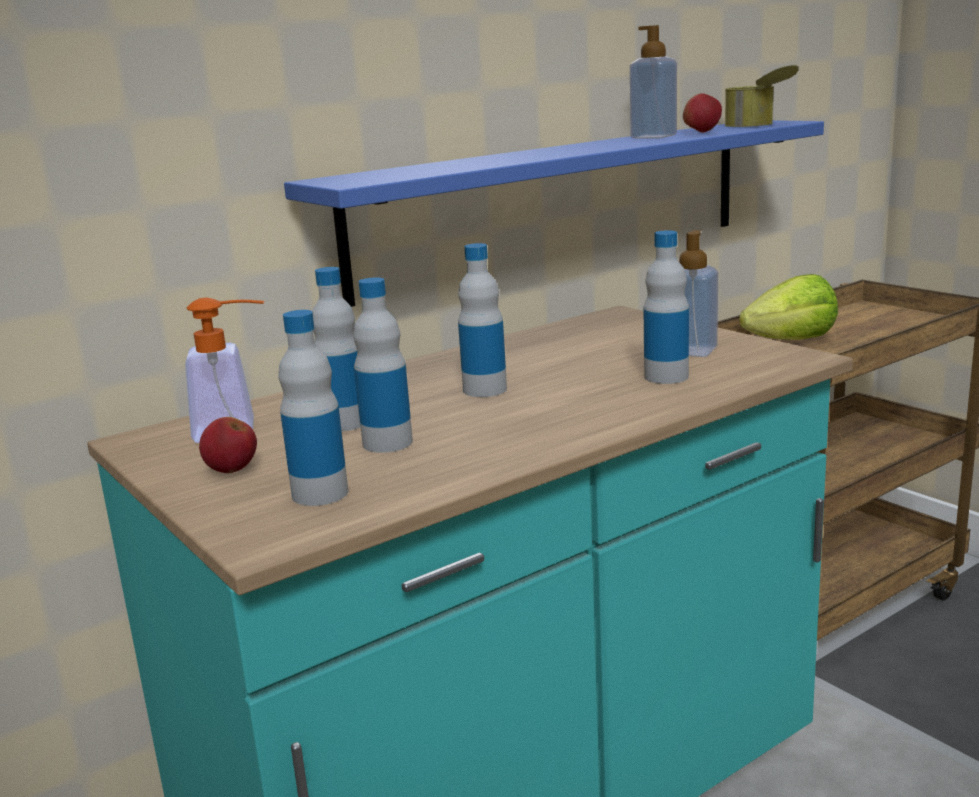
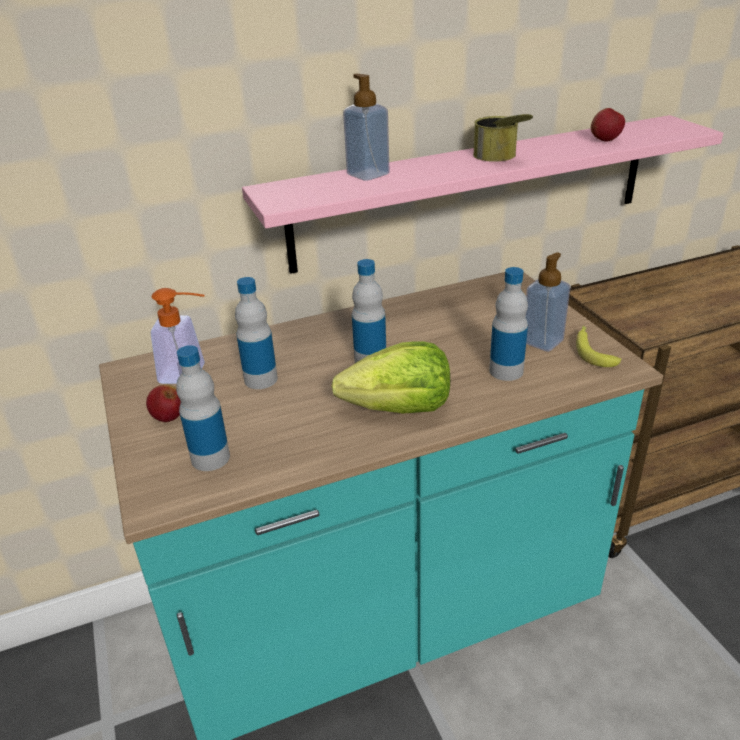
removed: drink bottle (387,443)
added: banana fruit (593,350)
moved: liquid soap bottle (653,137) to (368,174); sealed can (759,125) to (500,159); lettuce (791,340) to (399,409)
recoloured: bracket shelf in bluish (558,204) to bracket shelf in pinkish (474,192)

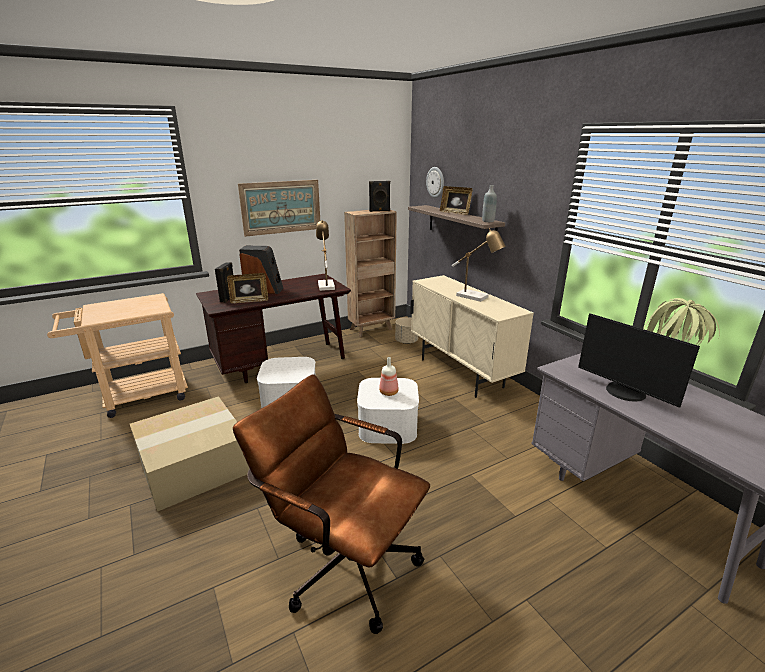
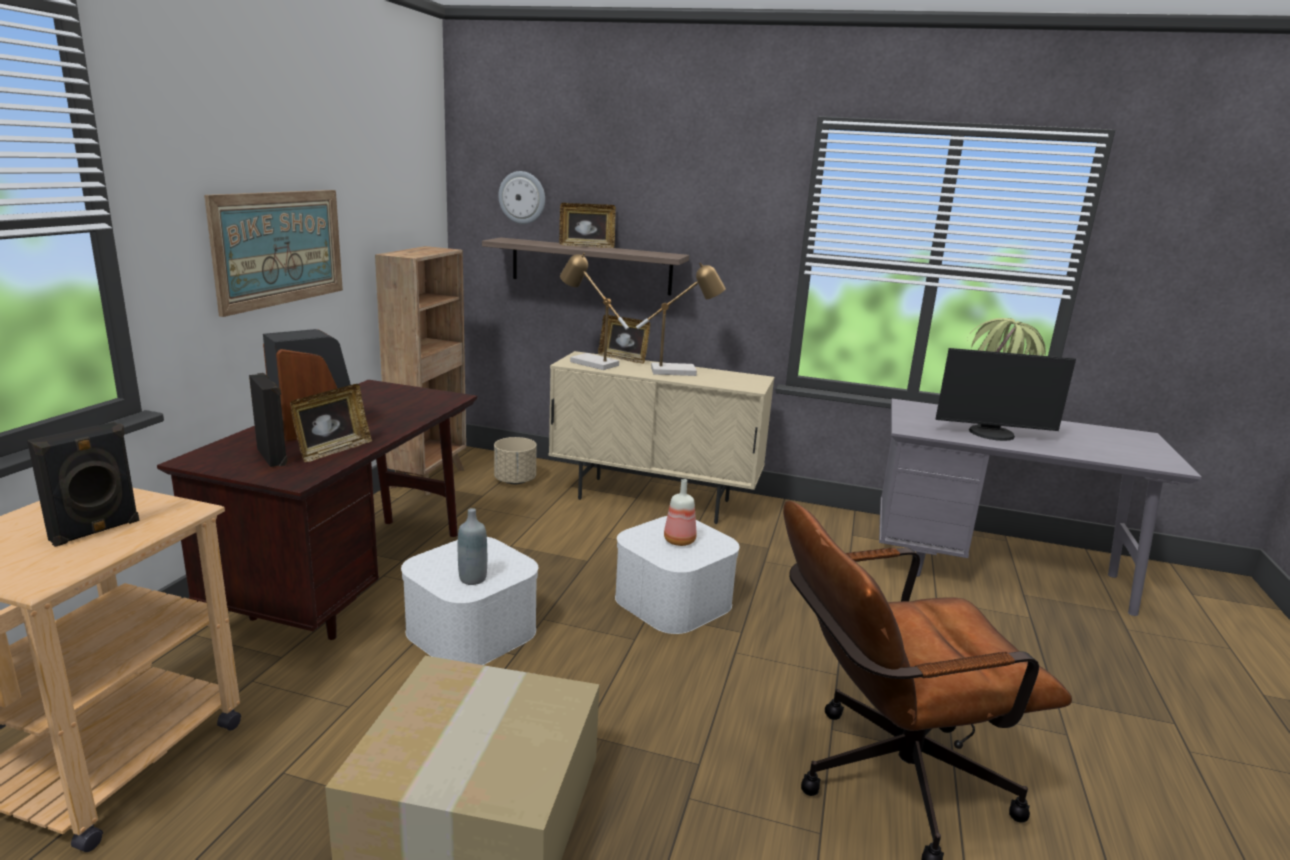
added: photo frame (623,358)
moved: speaker in black (379,211) to (96,531); drink bottle in gray (488,221) to (472,579); table lamp (325,285) to (588,362)

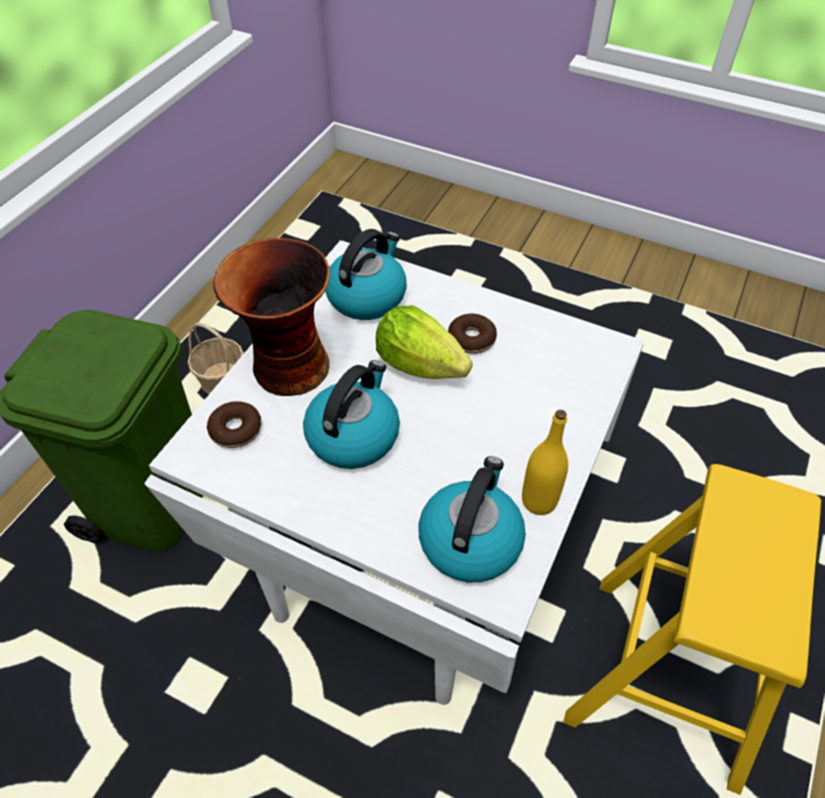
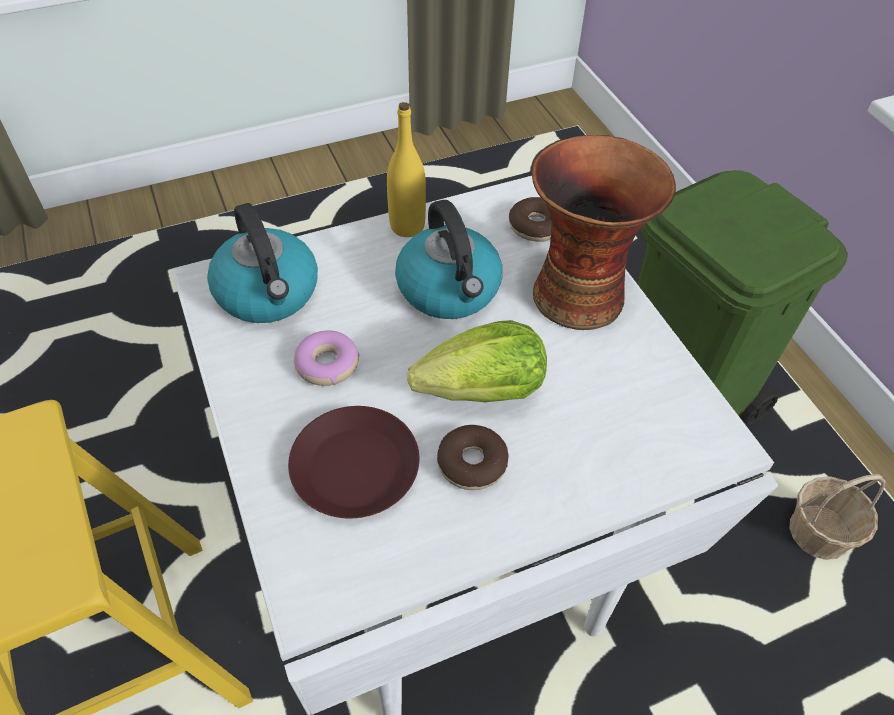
removed: kettle (367,296)
added: doughnut (327,364); flat dish in brownish (356,467)
moved: drink bottle in yellow (539,501) to (407,226)

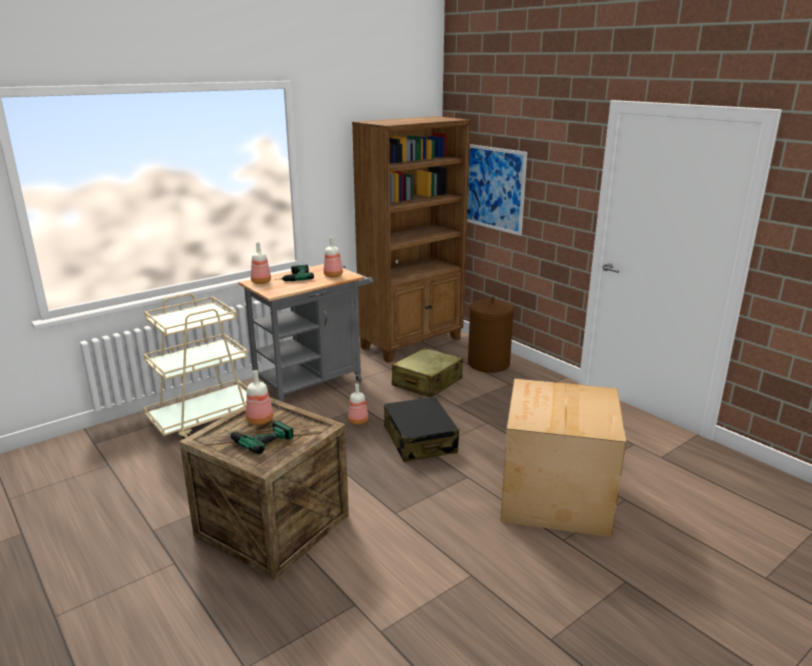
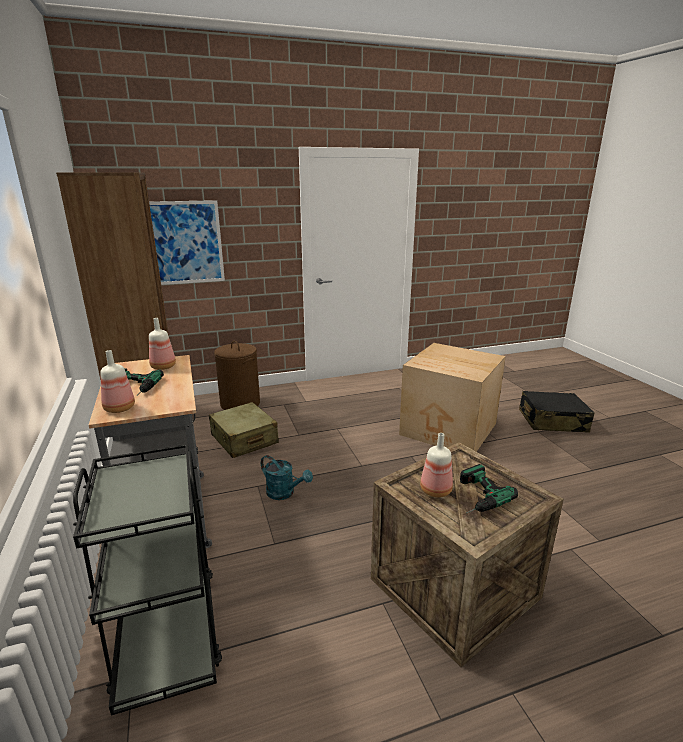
moved: travel case in black (420,440) to (552,421)
replaced: drink bottle (358,421) to watering pot in blue-green (284,493)
recoloured: trolley in sand-coloured (205,418) to trolley in black (168,634)

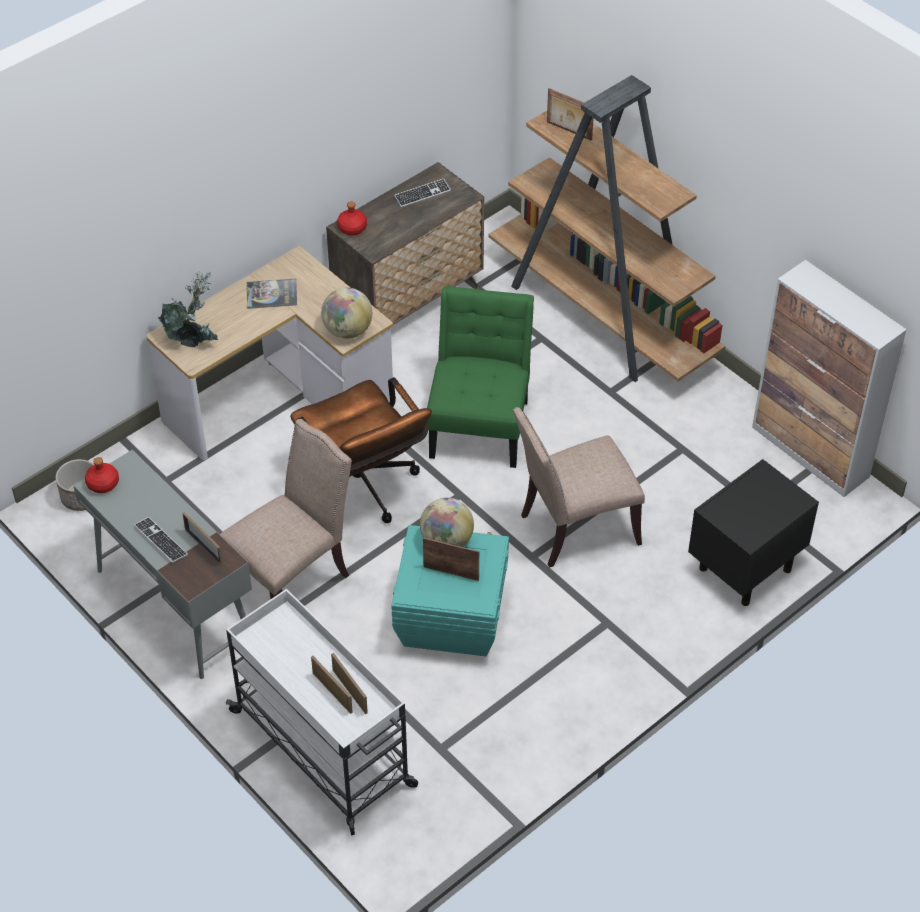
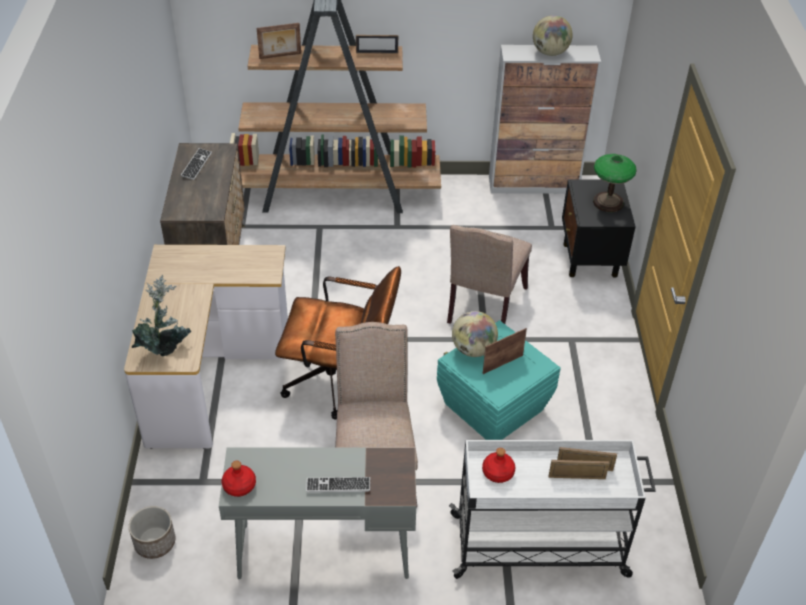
removed: bound book (271,294); chair in greenish (480,423)
added: table lamp (608,202)
moved: drink bottle in red (352,228) to (497,473); globe (347,330) to (550,53); photo frame (204,547) to (377,52)

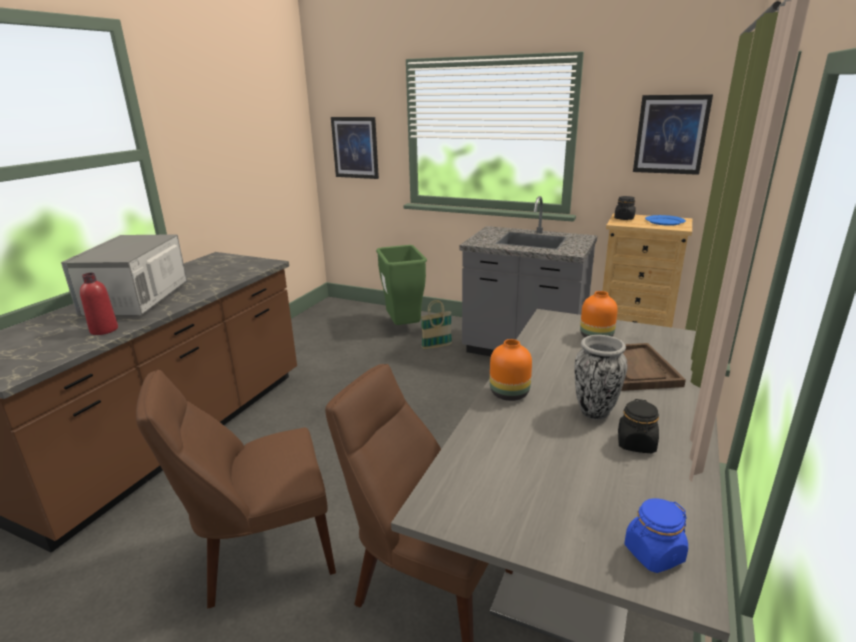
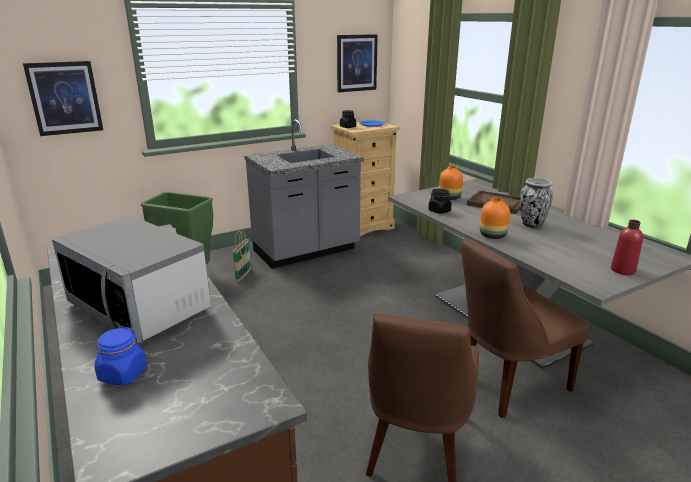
moved: drink bottle in red (104,330) to (623,270); jar in black (636,443) to (439,211); jar in bluish (653,553) to (123,374)

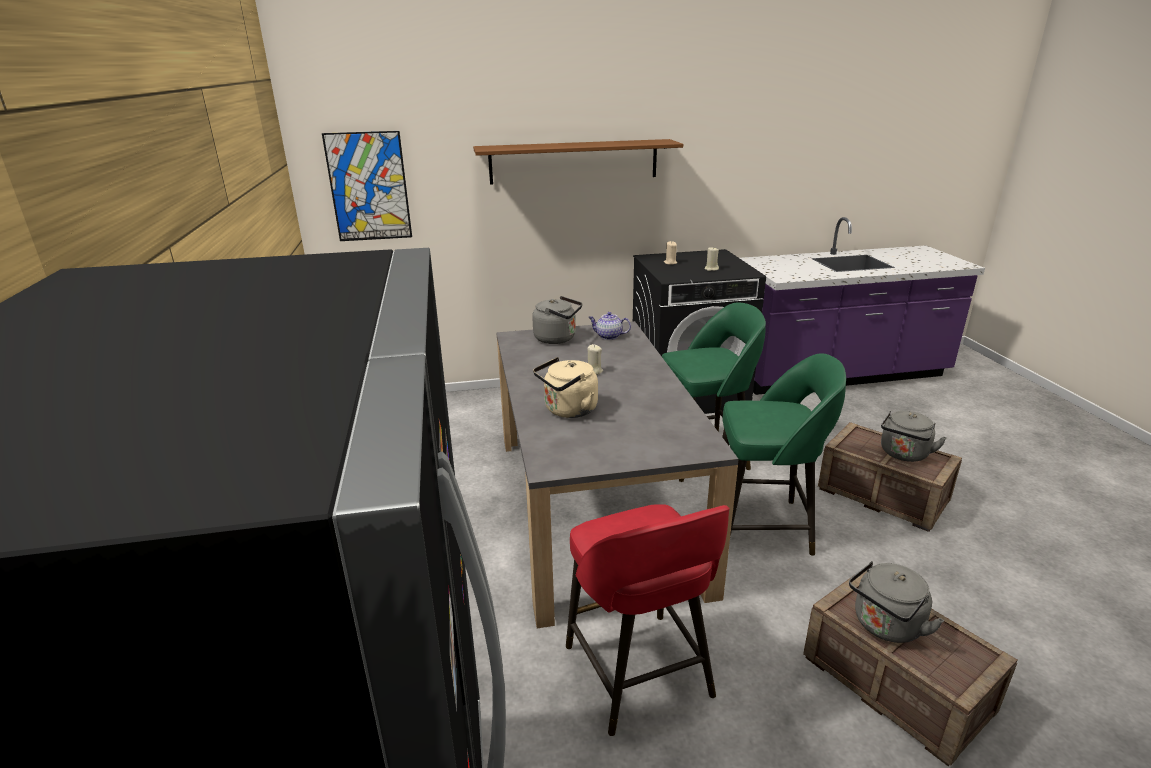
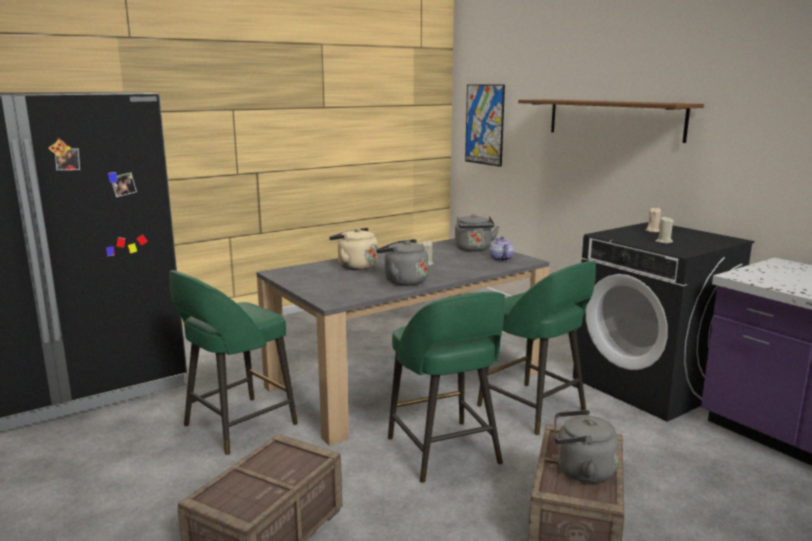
moved: kettle in gray (885,626) to (403,281)
recoloured: sitting stool in red (639,674) to sitting stool in greenish (237,426)

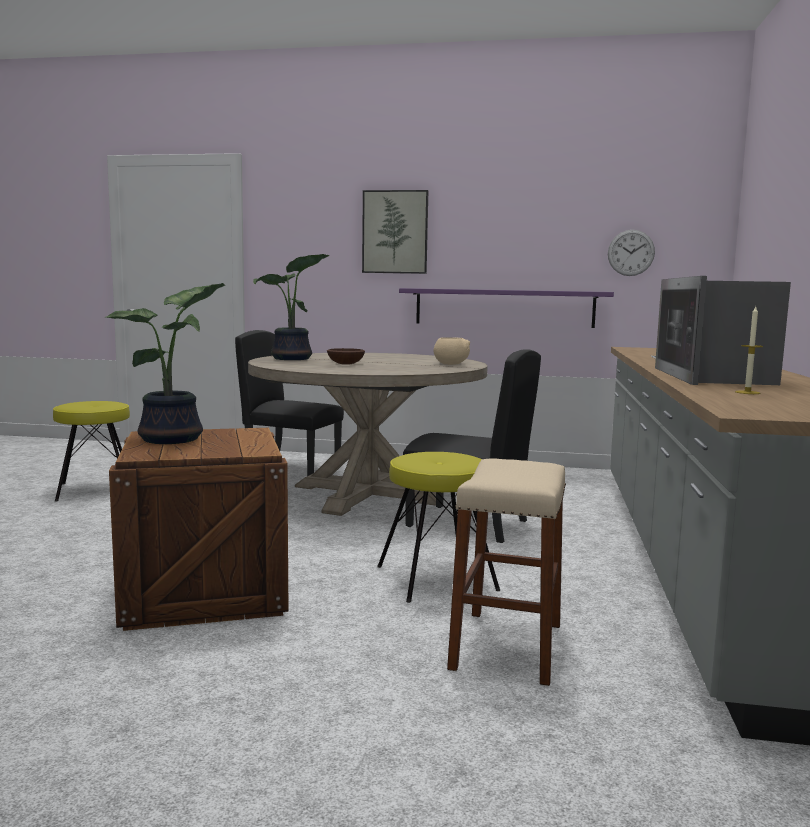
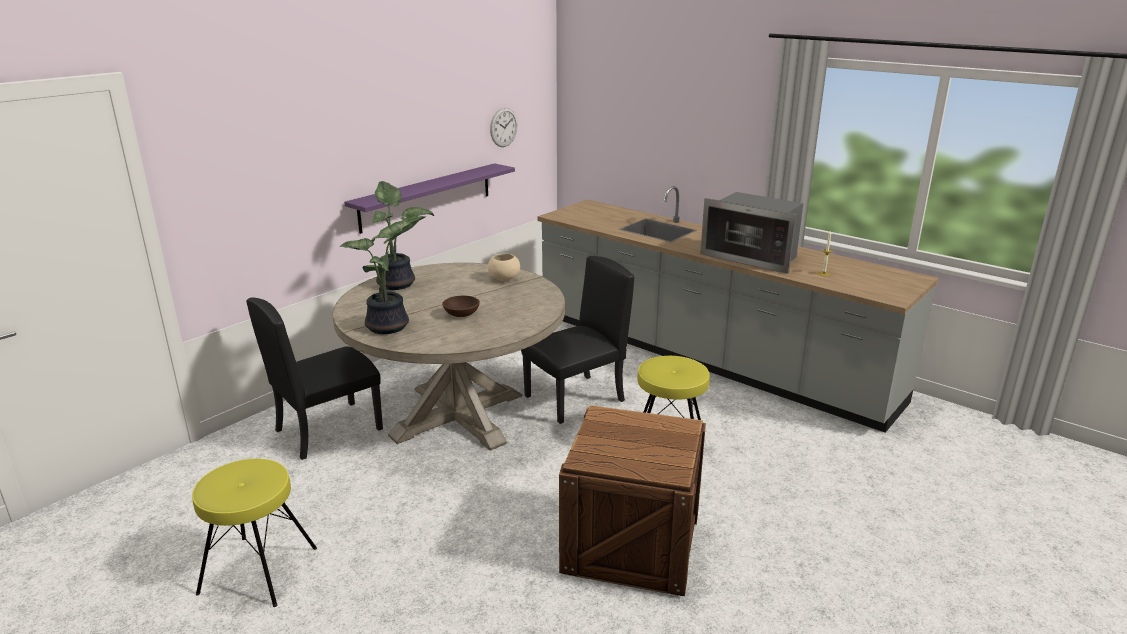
removed: wall picture (395,232); sitting stool in sand-coloured (507,646)
moved: potted plant (175,439) to (397,283)

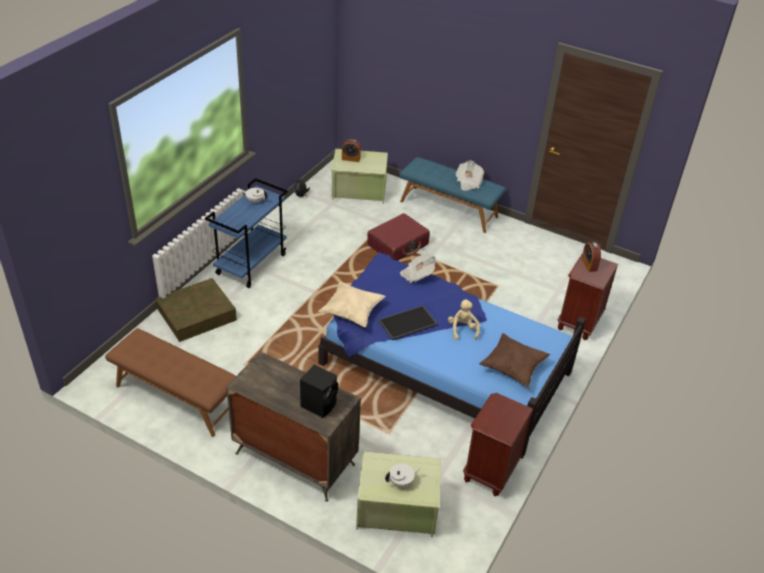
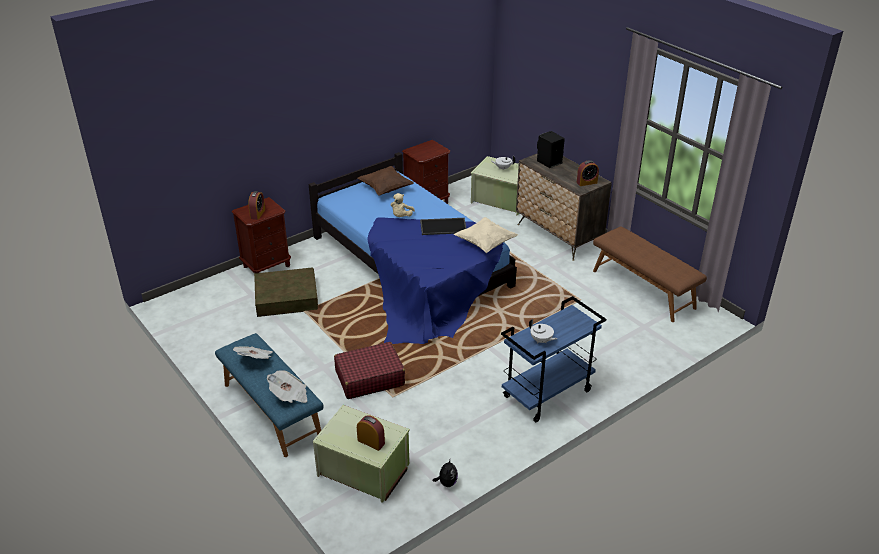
added: bedside clock (586,182)
moved: daily paper (417,275) to (289,395); storage box in brownish (197,314) to (286,297)

